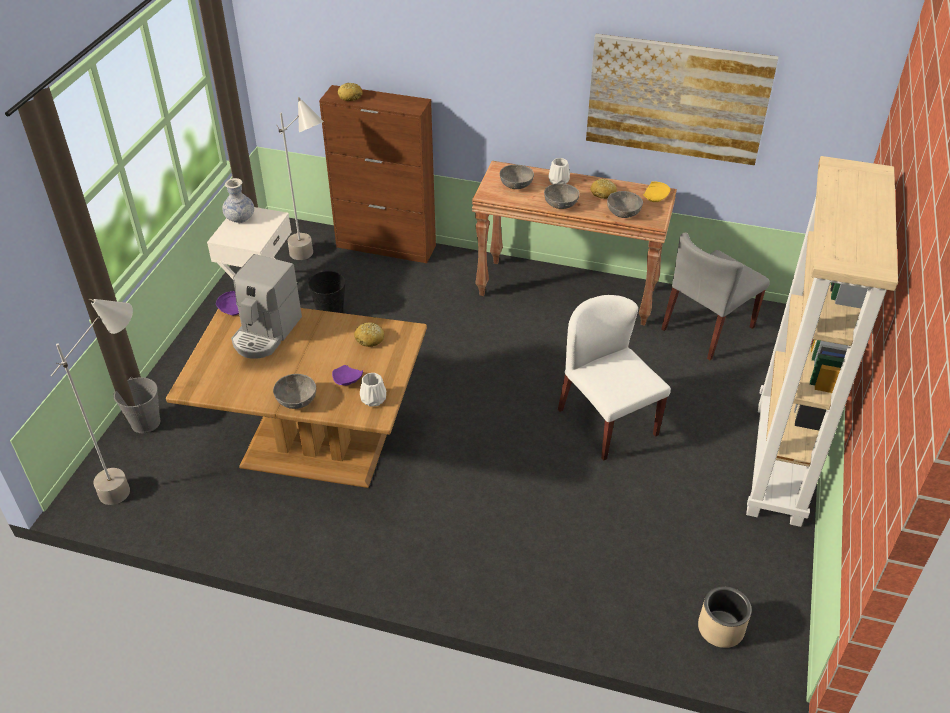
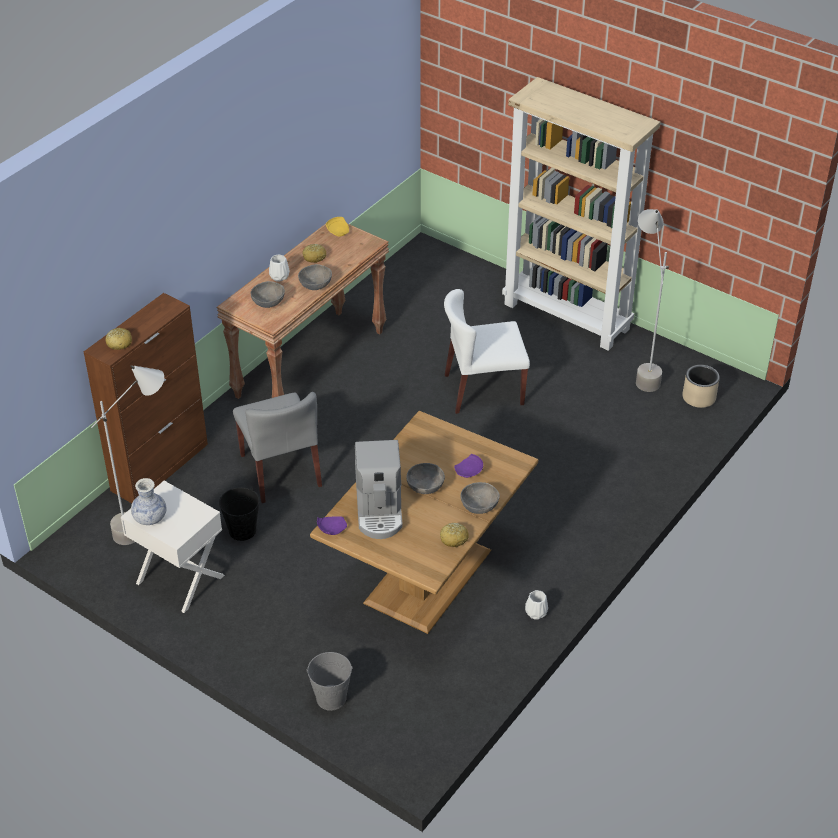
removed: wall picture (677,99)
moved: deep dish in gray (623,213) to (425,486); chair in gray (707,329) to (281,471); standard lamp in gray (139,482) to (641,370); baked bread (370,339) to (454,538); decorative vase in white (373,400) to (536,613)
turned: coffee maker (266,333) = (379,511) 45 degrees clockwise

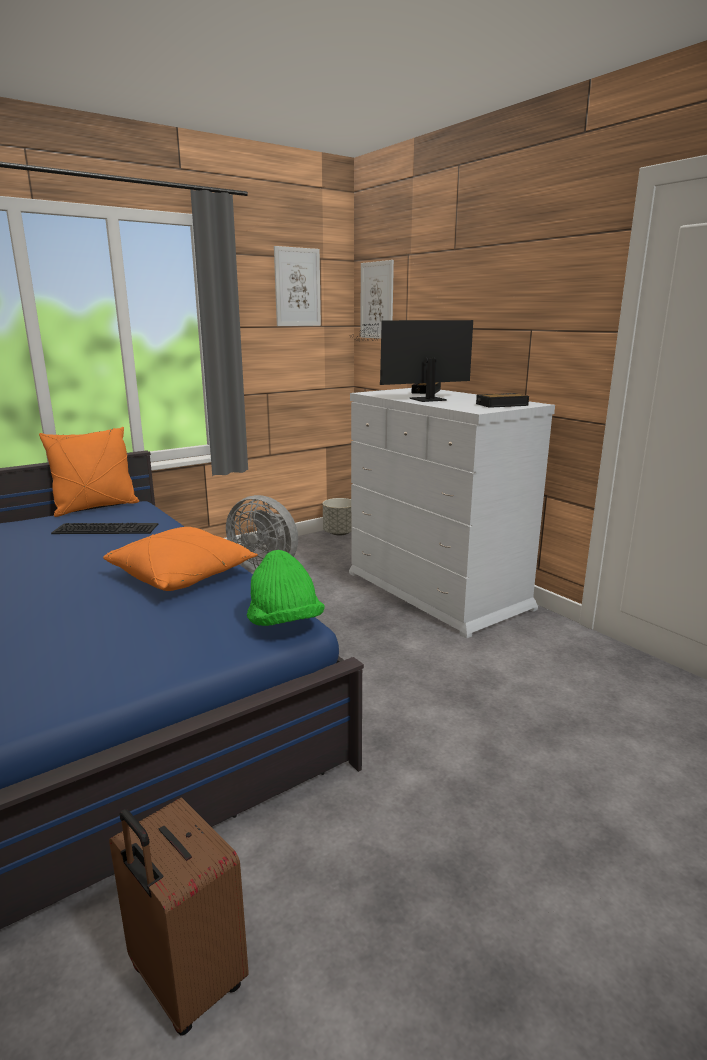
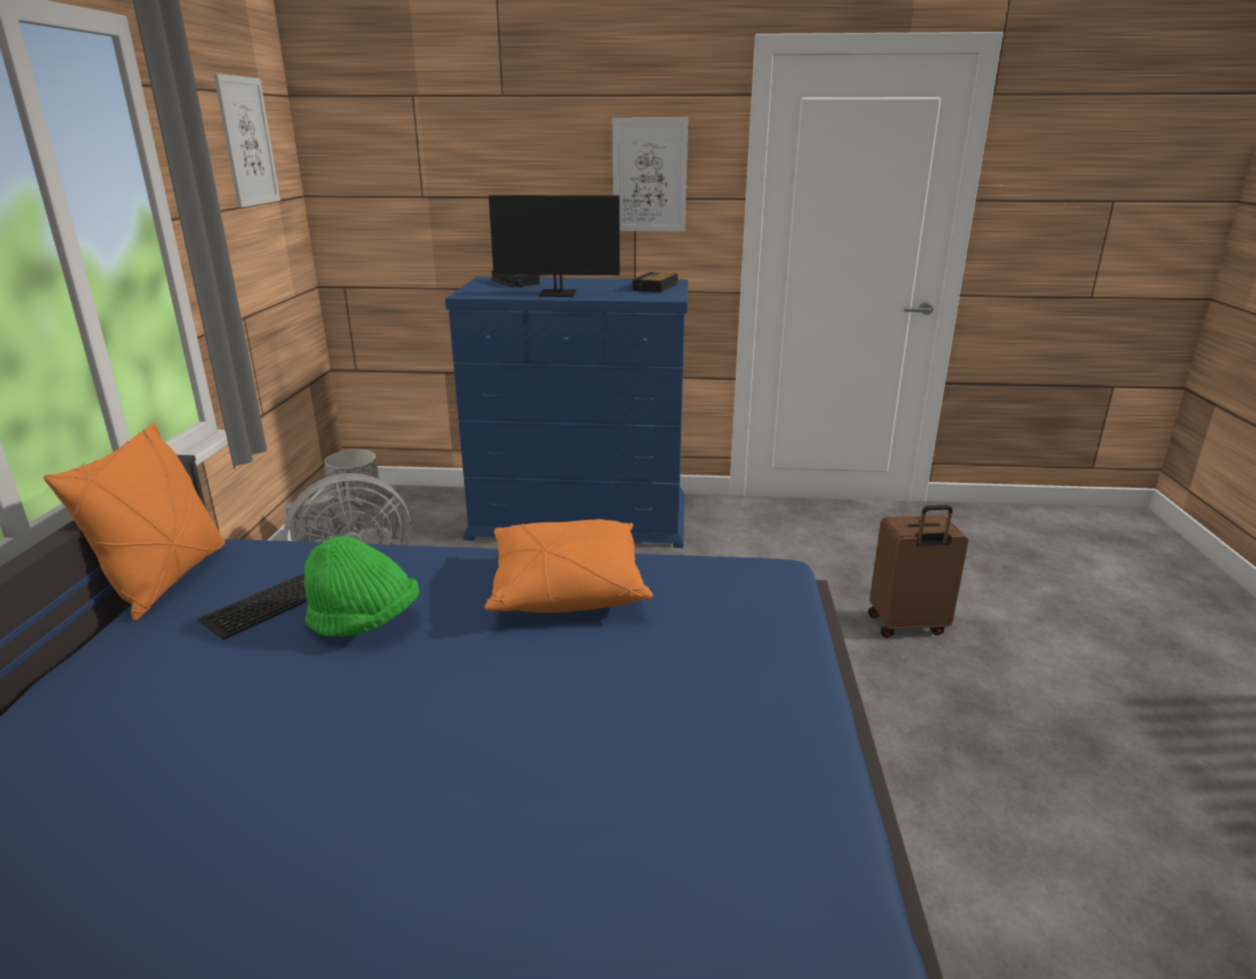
moved: wall picture (377,300) to (649,175); wearable hat in greenish (284,623) to (364,623); travel case in brownish (184,981) to (907,625)
recoloured: dresser in white (437,590) to dresser in bluish (581,518)
turned: computer screen (422,399) = (564,294) 105 degrees counterclockwise

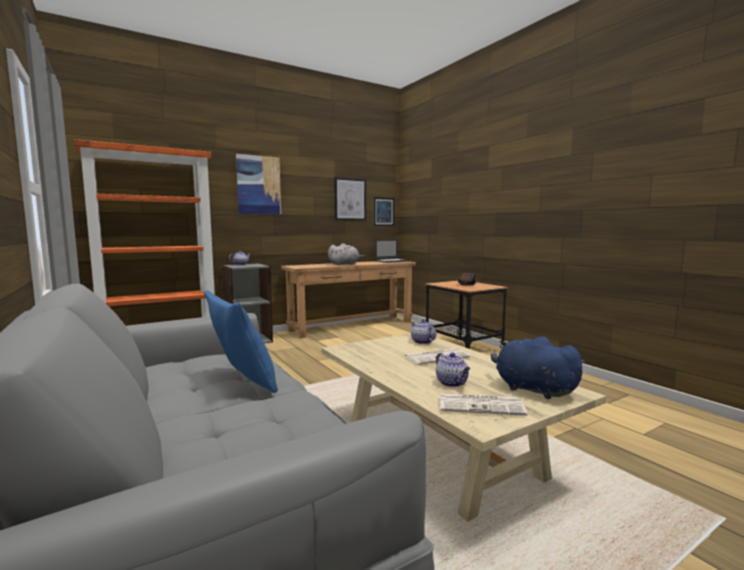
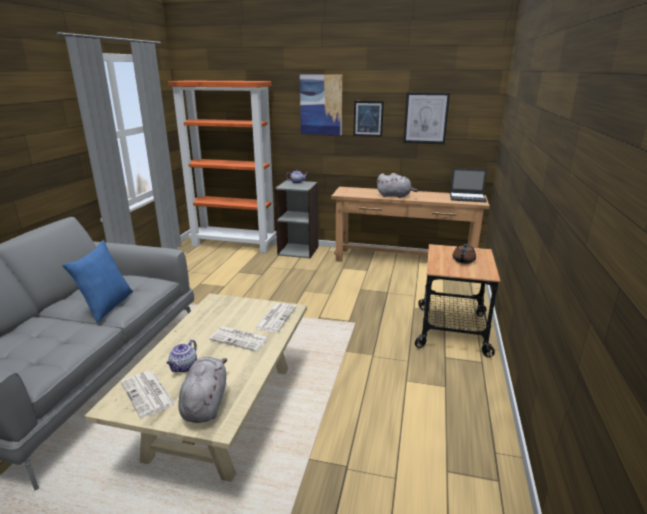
moved: wall picture (383,211) to (368,118)
replaced: tea pot (422,342) to daily paper (275,317)
recoloured: plush toy in bluish (531,389) to plush toy in gray (205,403)

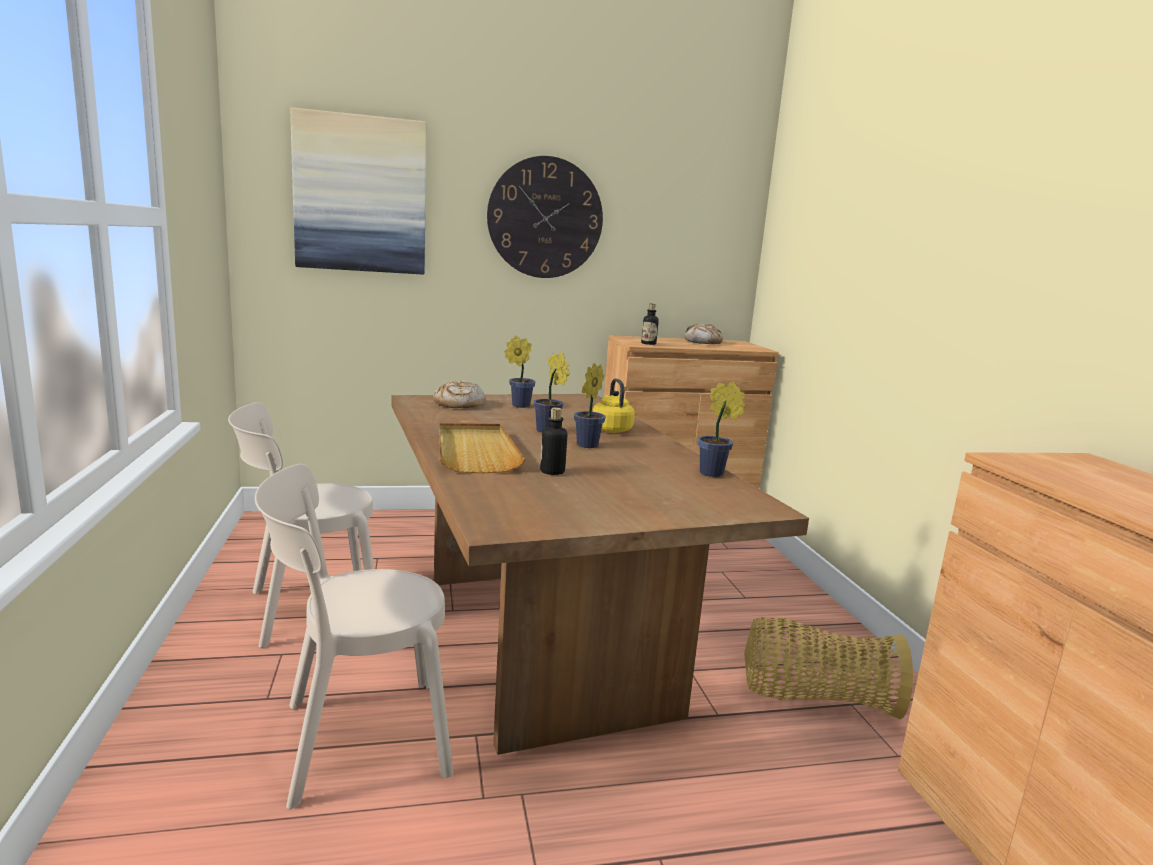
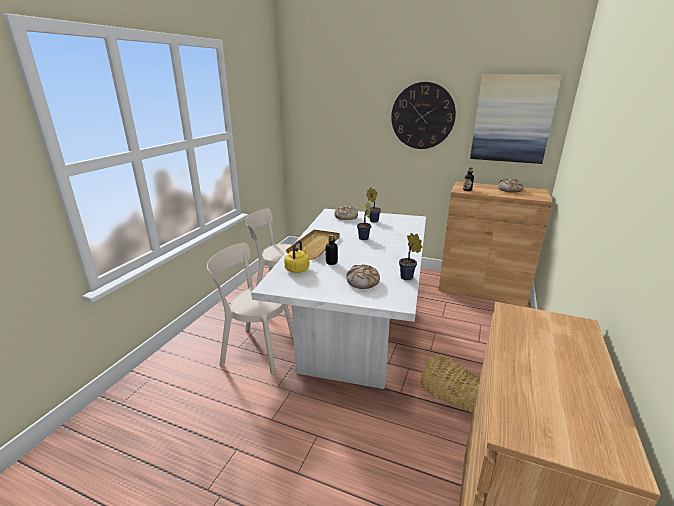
removed: potted plant (585,446)
added: baked bread (362,282)
moved: wall picture (361,195) to (512,119); kettle in yellow (611,429) to (298,269)
recoloured: dining table in brownish (544,640) to dining table in white (355,333)

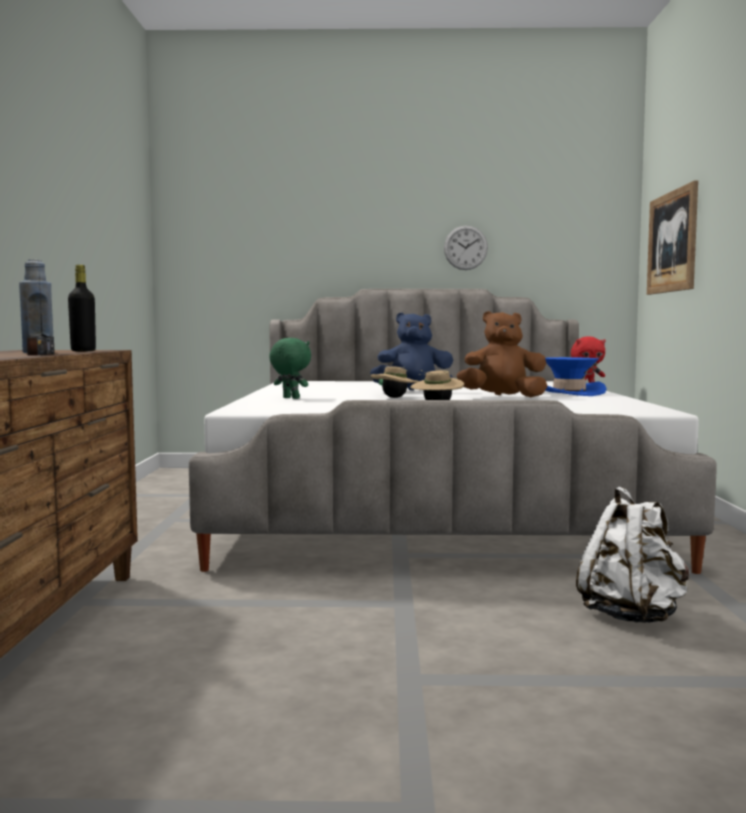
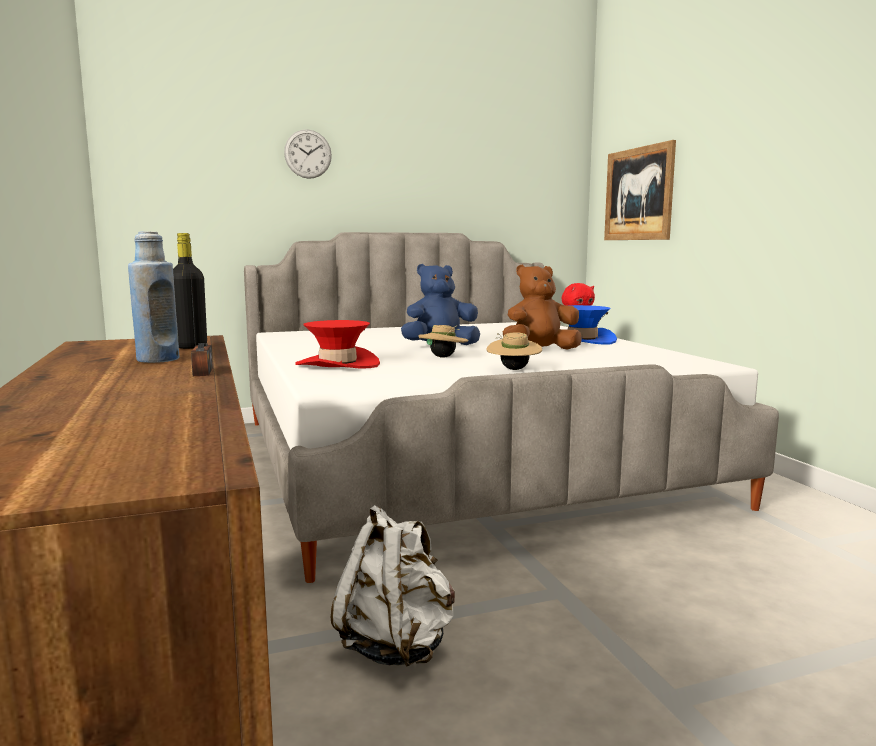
moved: clock on the wall (465,247) to (308,154); backpack in white (632,615) to (396,645)
replaced: plush toy in greenish (290,398) to wearable hat in red (338,364)

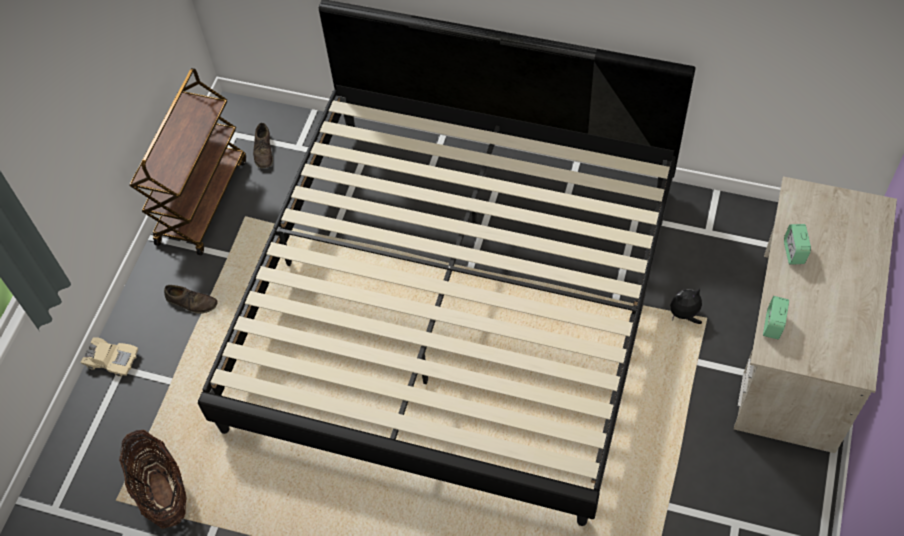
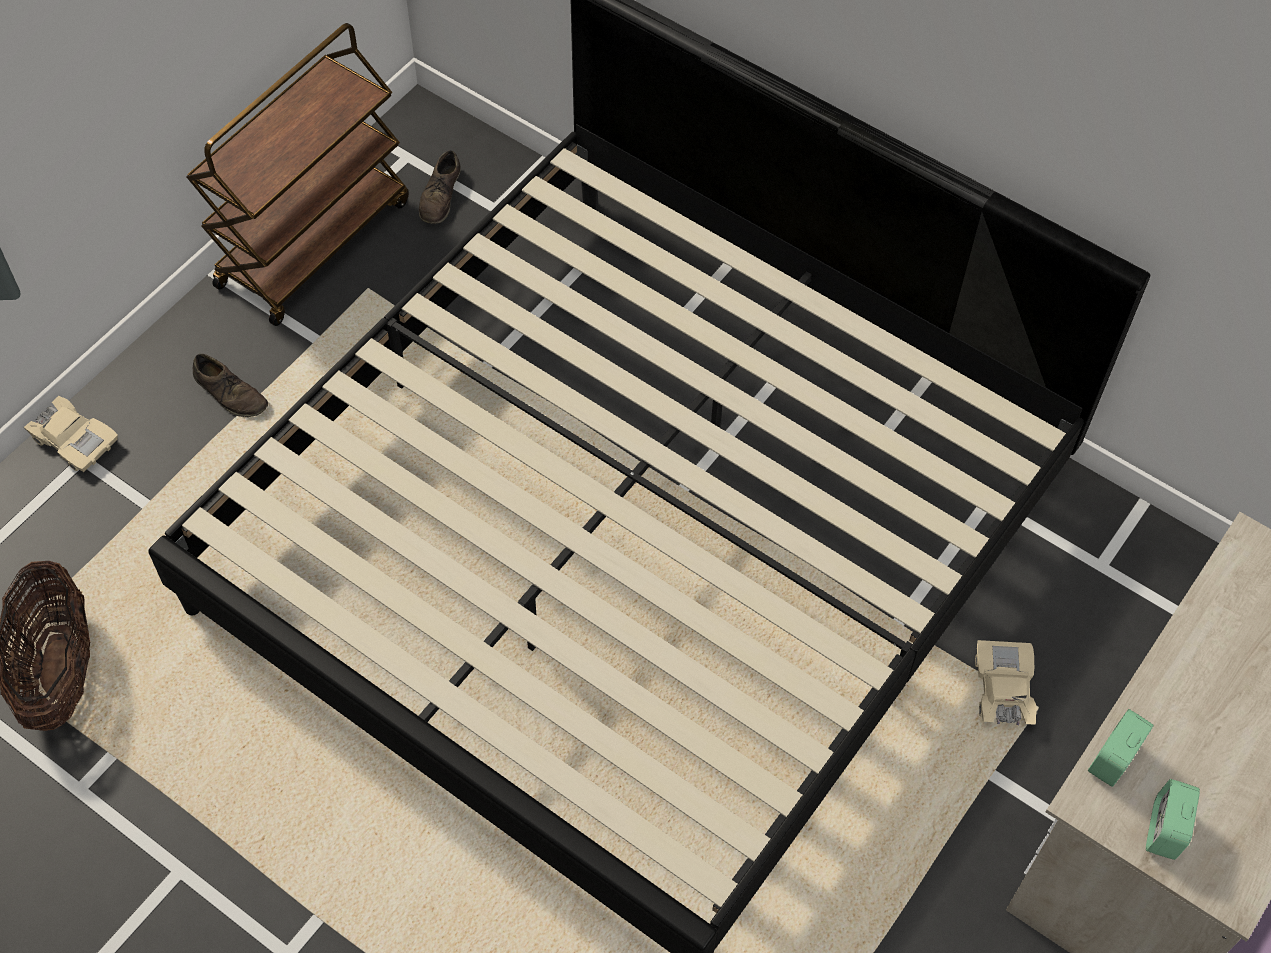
moved: bedside clock (794,252) to (1164,830)
replaced: plush toy (684,315) to model car in sand-coloured (1003,689)

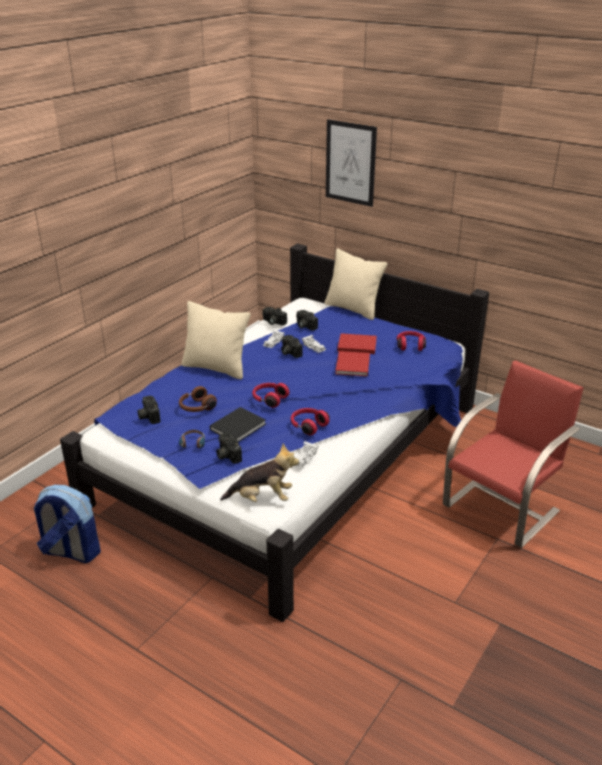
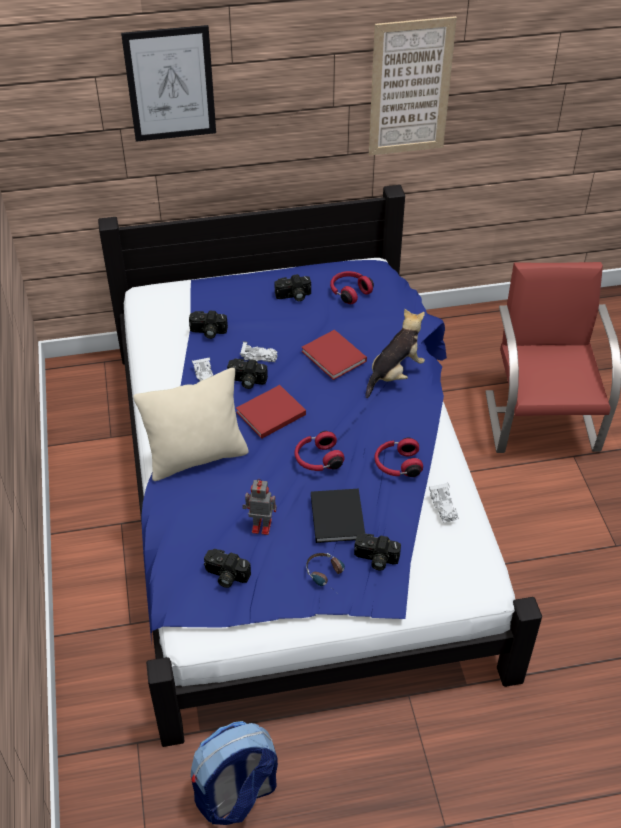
removed: throw pillow in sand-coloured (353,309)
added: wall picture (410,88)
moved: photo camera (273,322) to (293,296); bound book in red (355,345) to (269,414); plush toy (262,498) to (394,374)
replaced: headphones in brownish (196,408) to model robot (260,525)

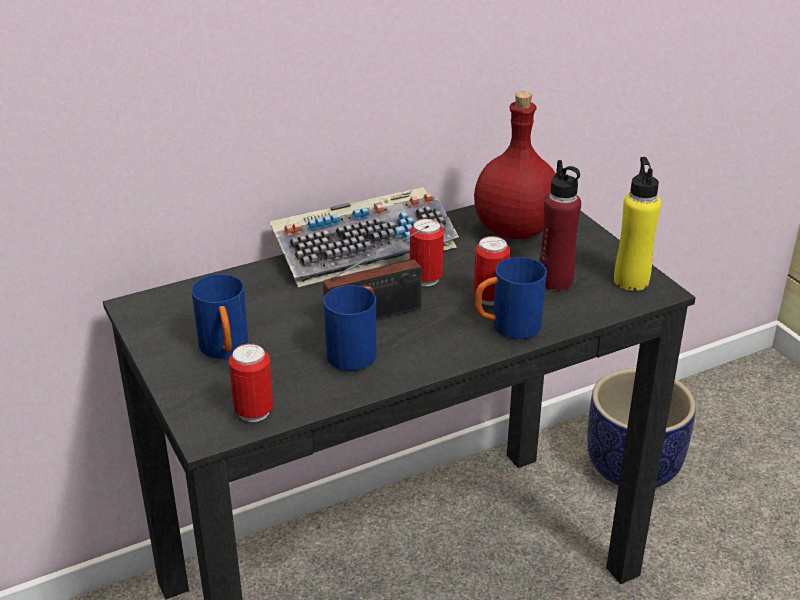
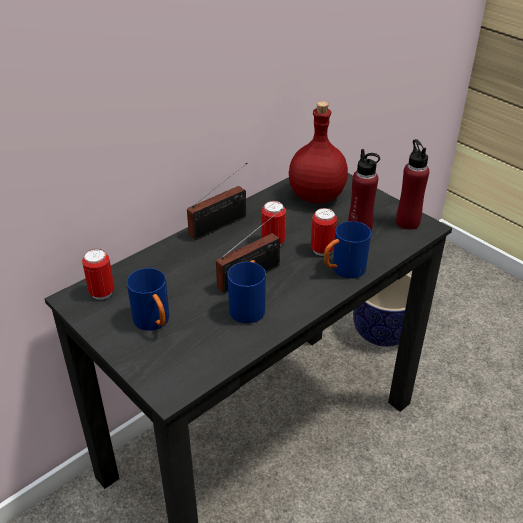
moved: sealed can (254,412) to (102,293)
replaced: PC keyboard (366,248) to radio receiver (221,225)
recoloured: drink bottle in yellow (631,281) to drink bottle in red (407,222)

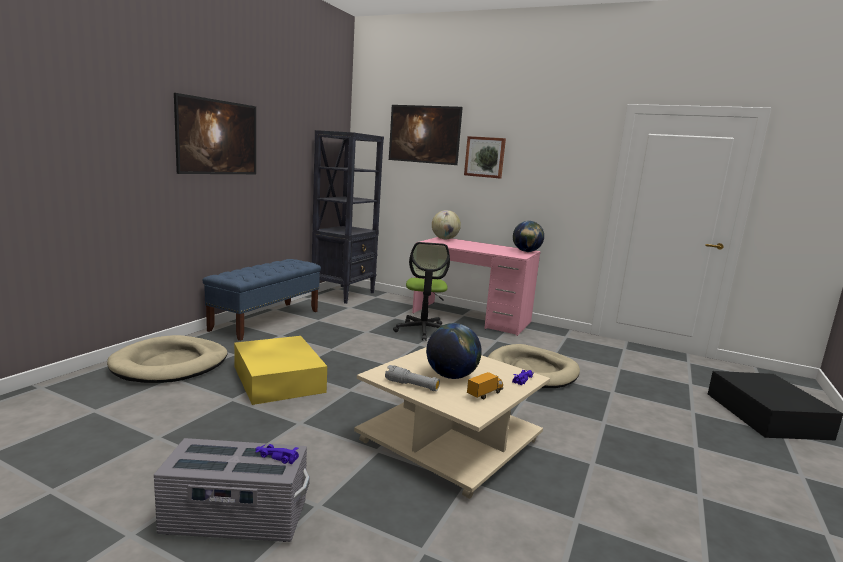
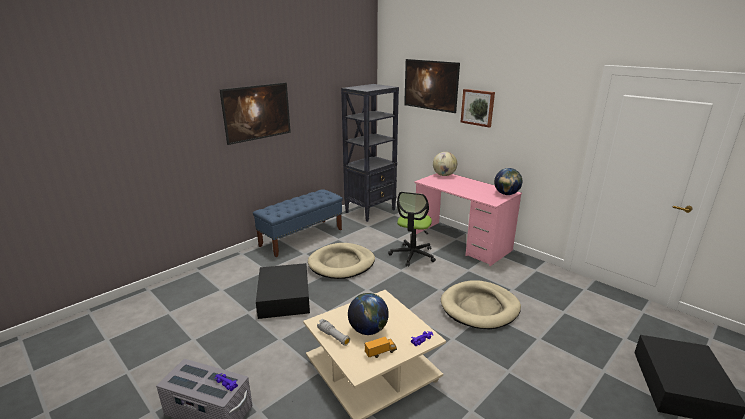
moved: pet bed in sand-coloured (170,364) to (342,263)
recoloured: storage box in yellow (279,378) to storage box in black (284,296)

